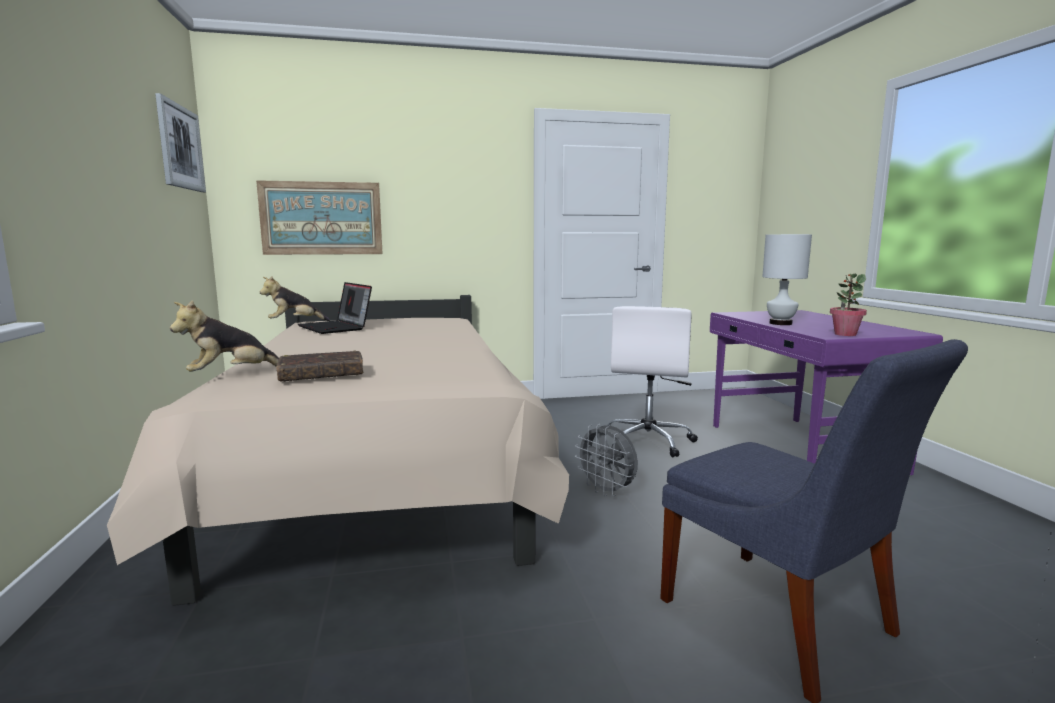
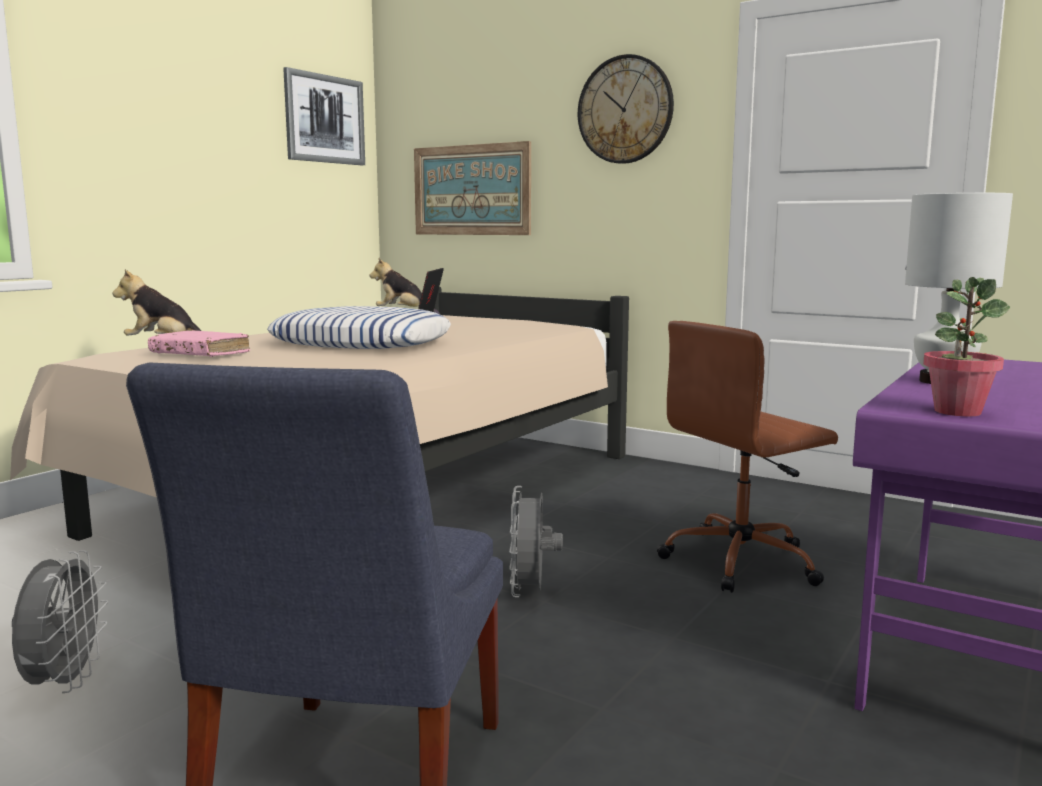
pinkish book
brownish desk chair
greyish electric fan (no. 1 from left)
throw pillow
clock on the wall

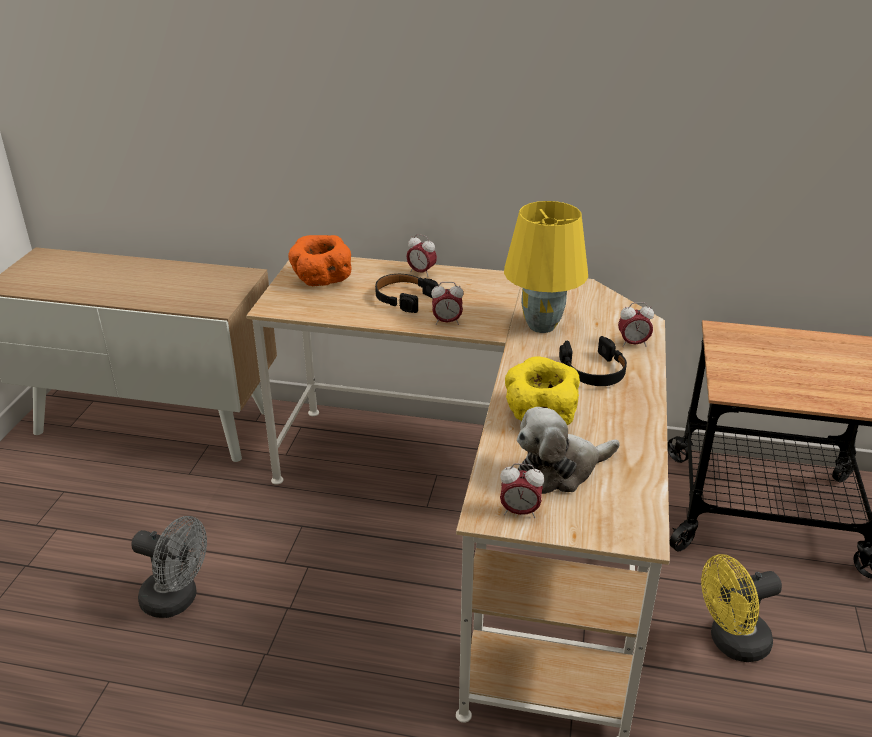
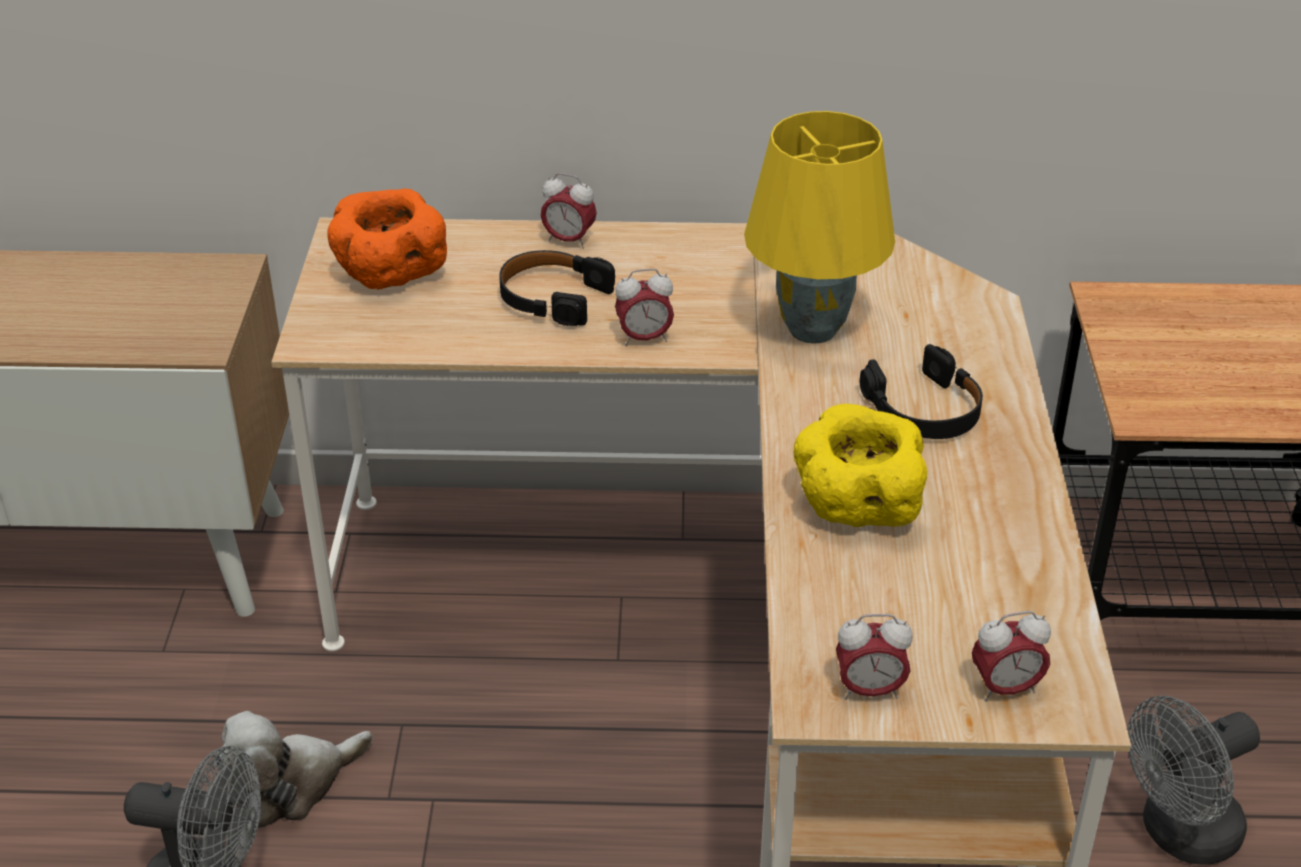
cuddly toy
alarm clock (no. 4 from left)
greyish electric fan (no. 2 from left)

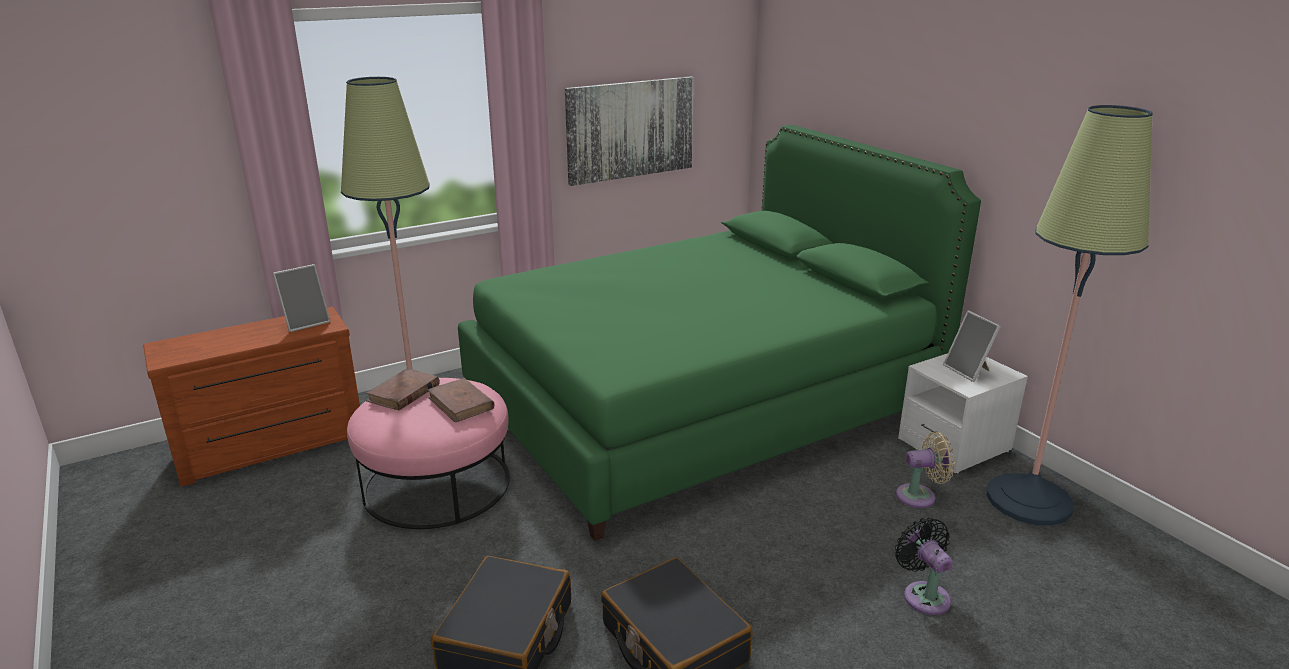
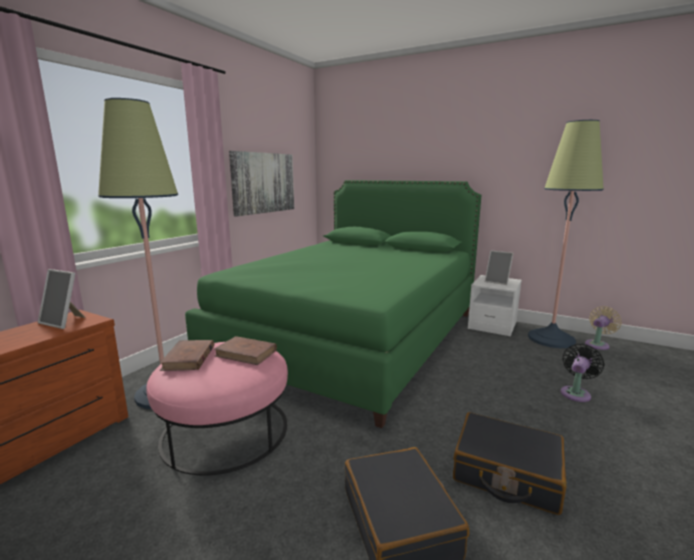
picture frame (no. 1 from left)
black electric fan
sand-coloured electric fan

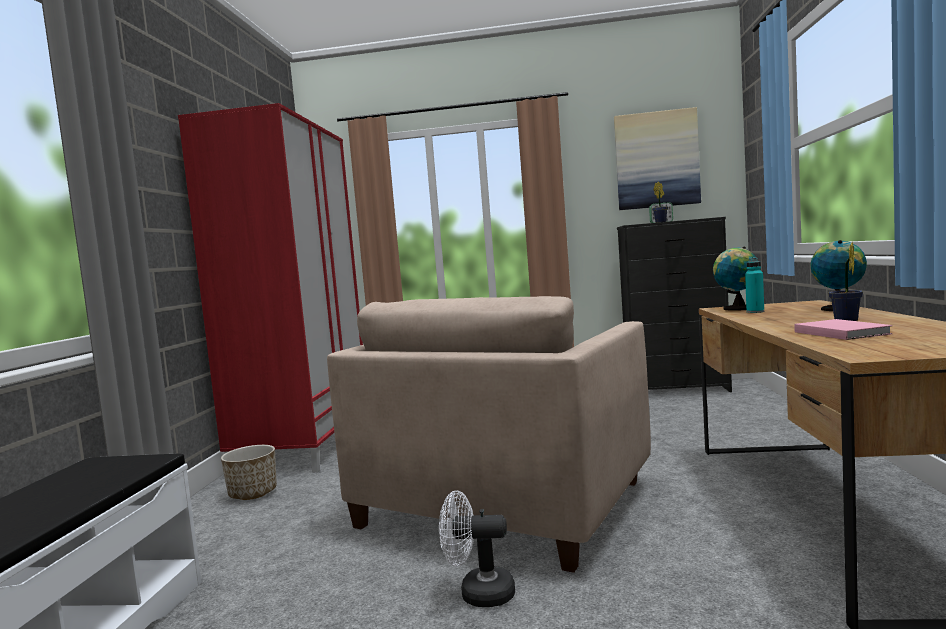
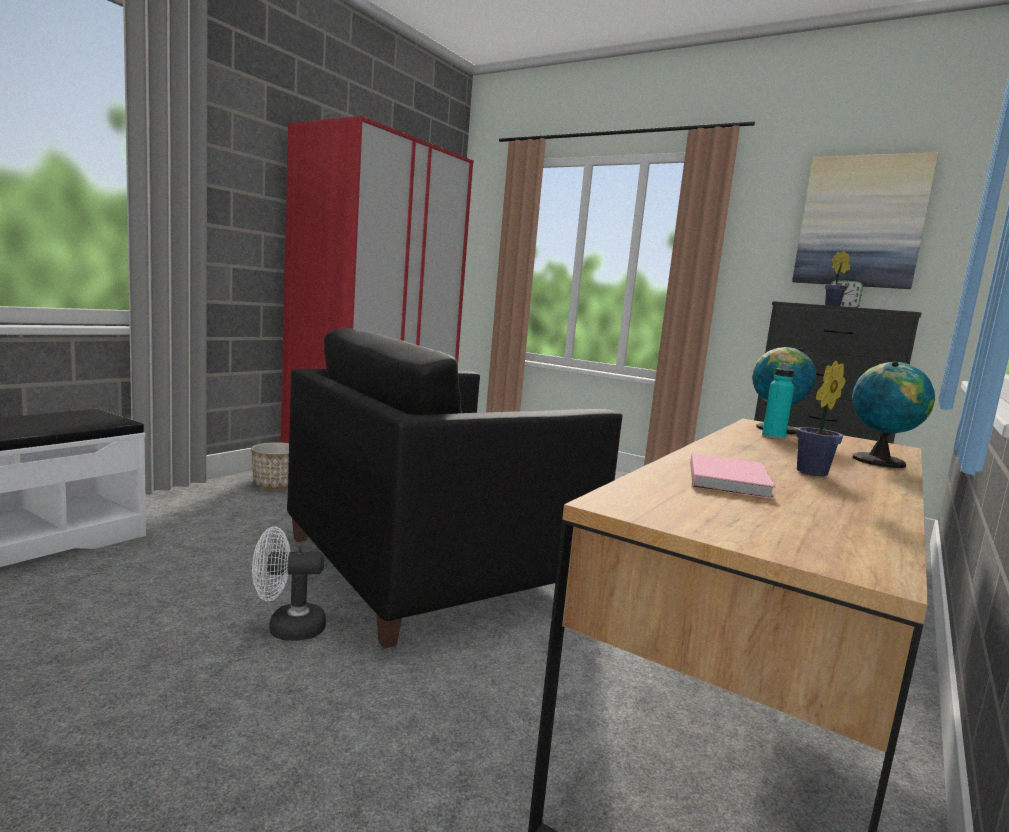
black lounge chair
whitish electric fan

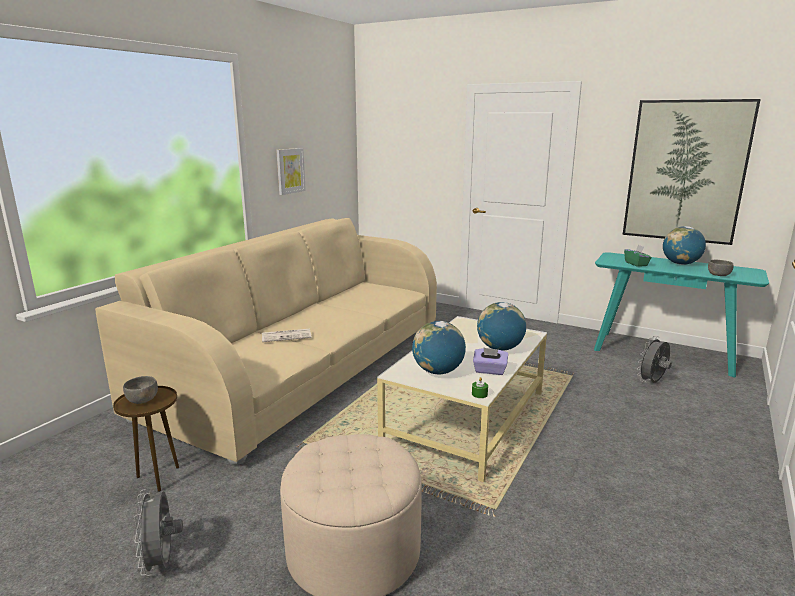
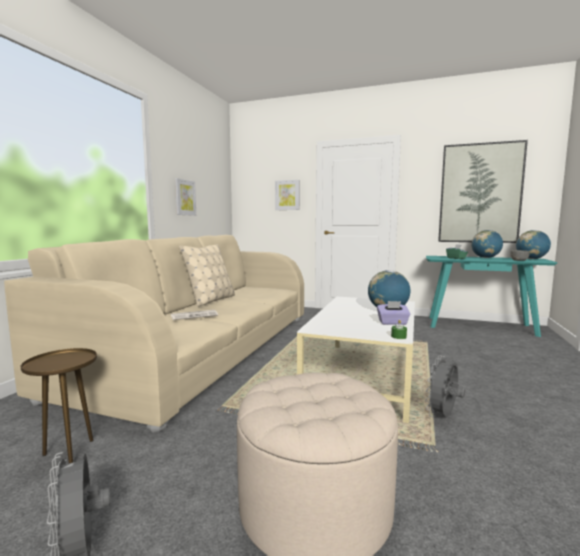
greyish serving bowl (no. 1 from left in the first image)
world globe (no. 3 from left)
greyish electric fan (no. 2 from left)
sand-coloured throw pillow
wall art (no. 2 from left)

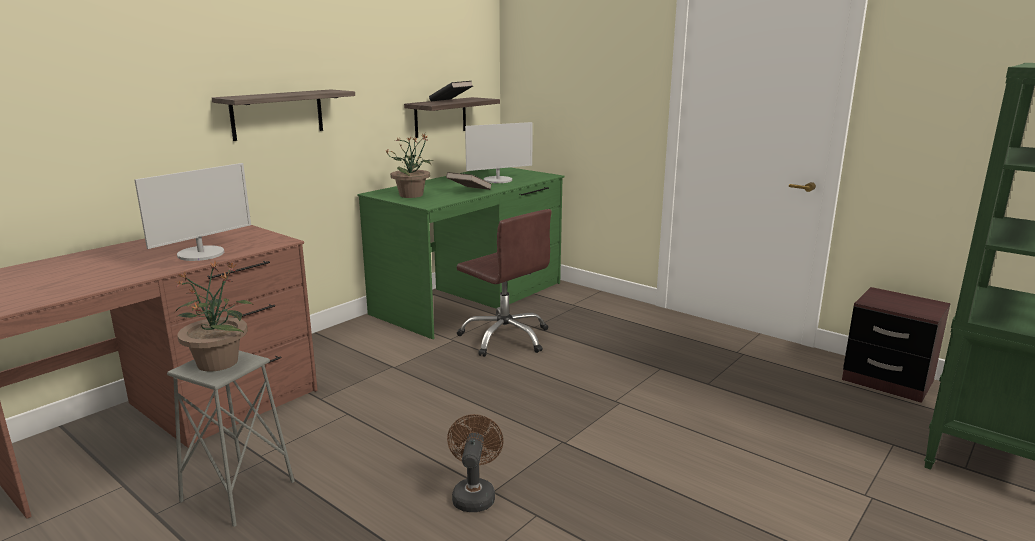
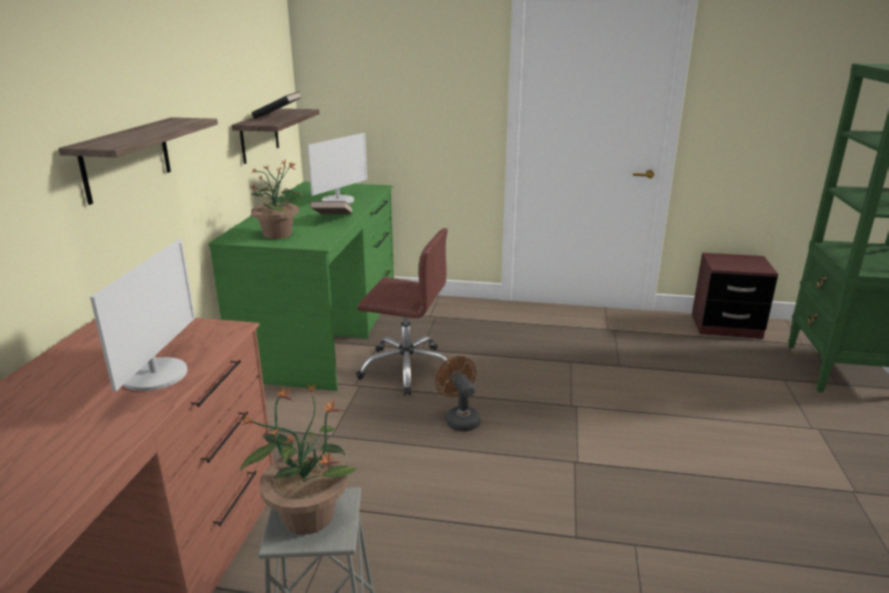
brownish electric fan

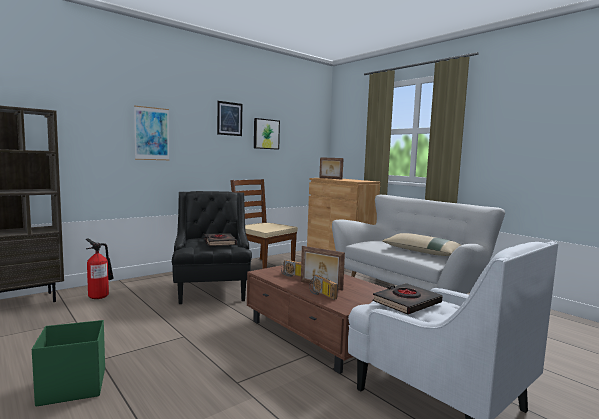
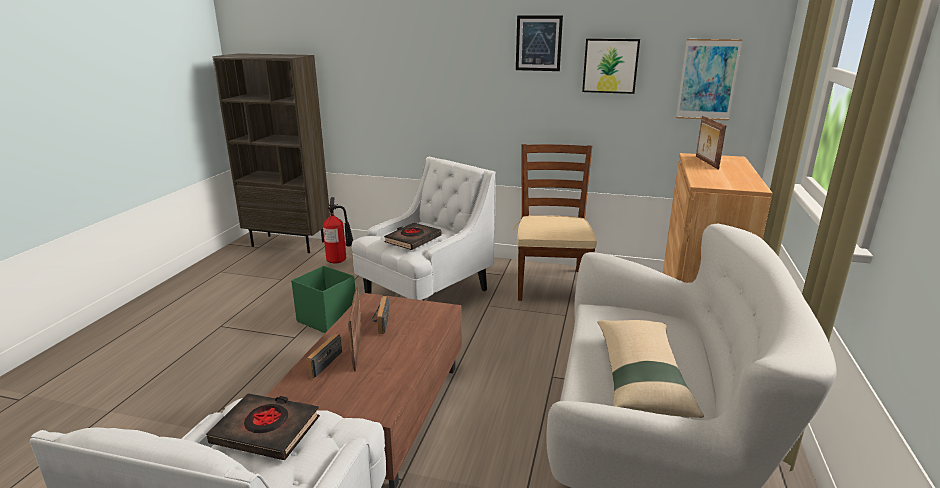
greenish storage container
wall art (no. 3 from left)
whitish lounge chair (no. 2 from left)

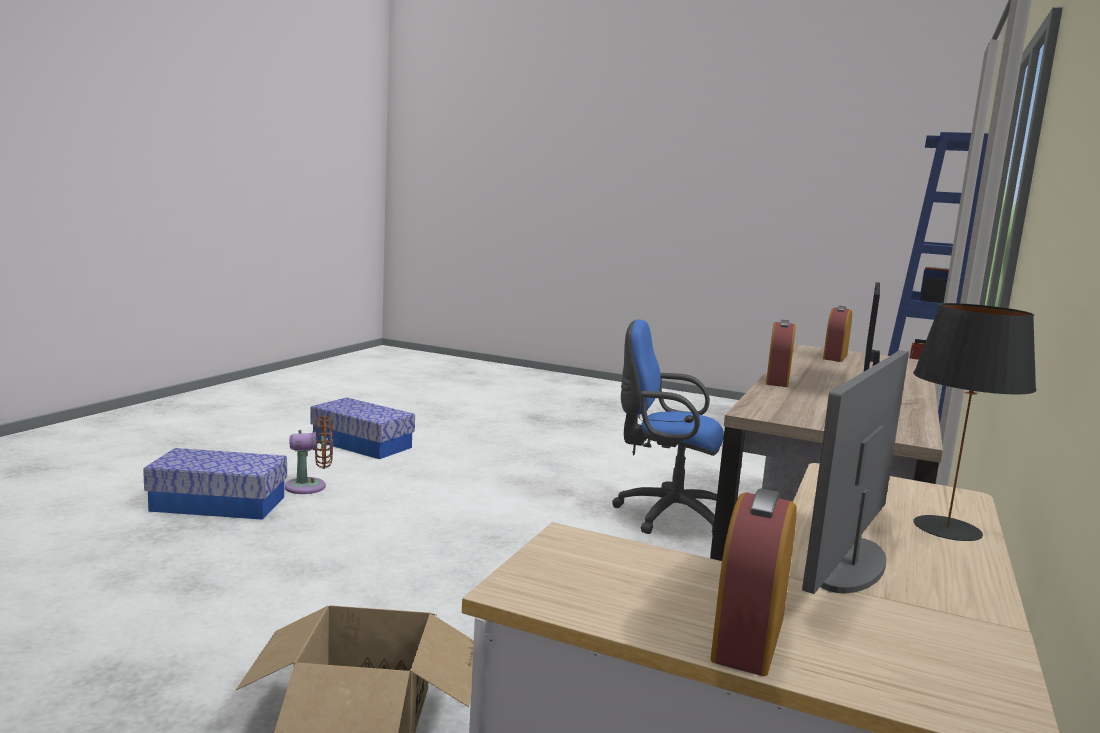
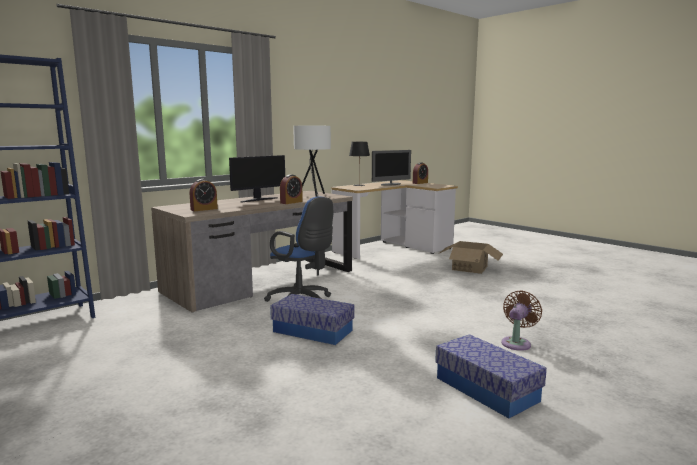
storage container (no. 1 from left)
brownish electric fan
whitish lamp for a table

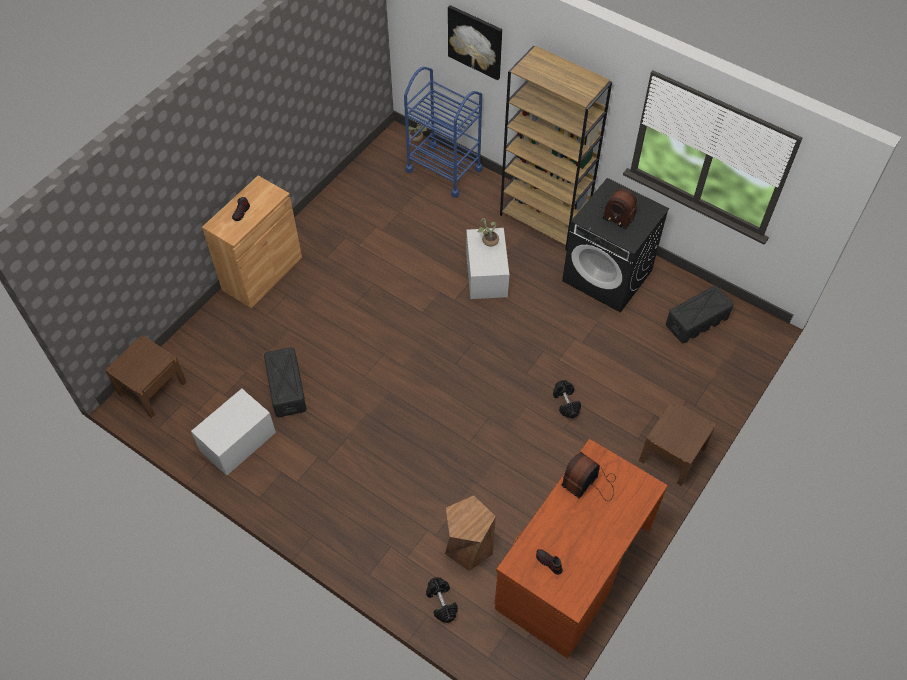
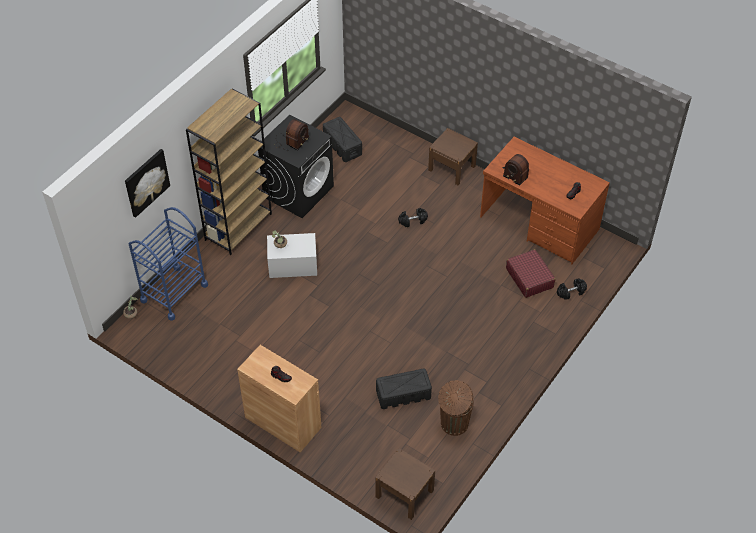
brownish rubbish bin
red suitcase

